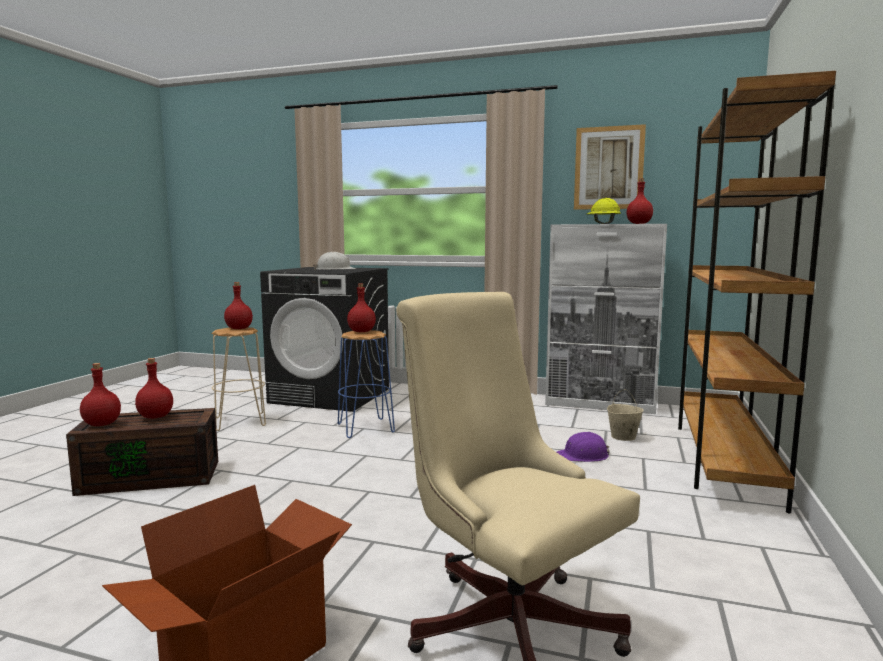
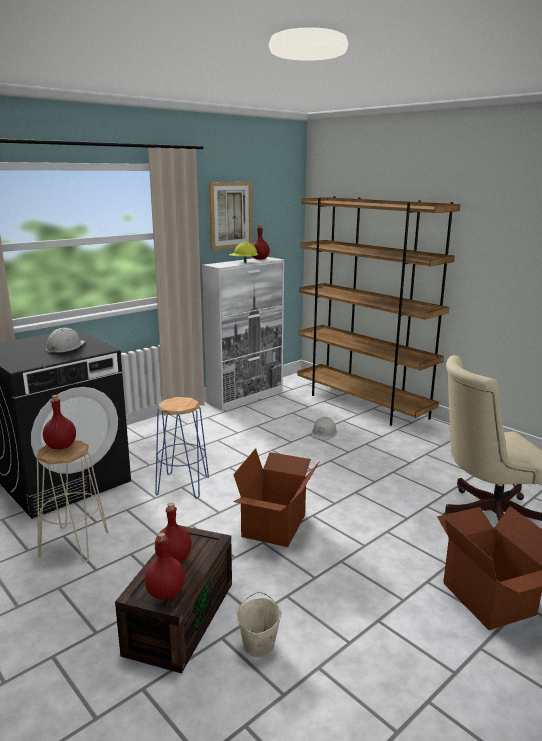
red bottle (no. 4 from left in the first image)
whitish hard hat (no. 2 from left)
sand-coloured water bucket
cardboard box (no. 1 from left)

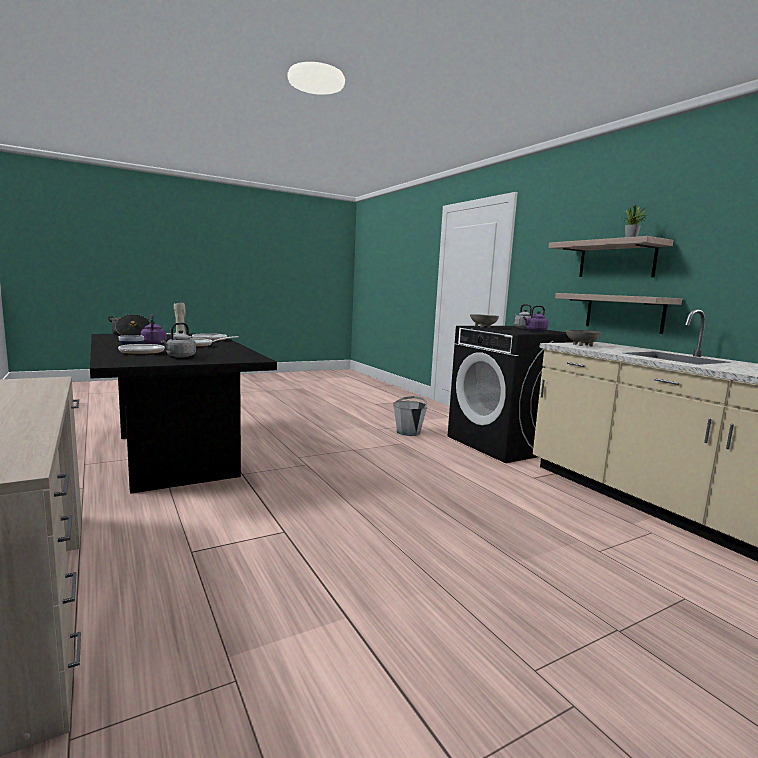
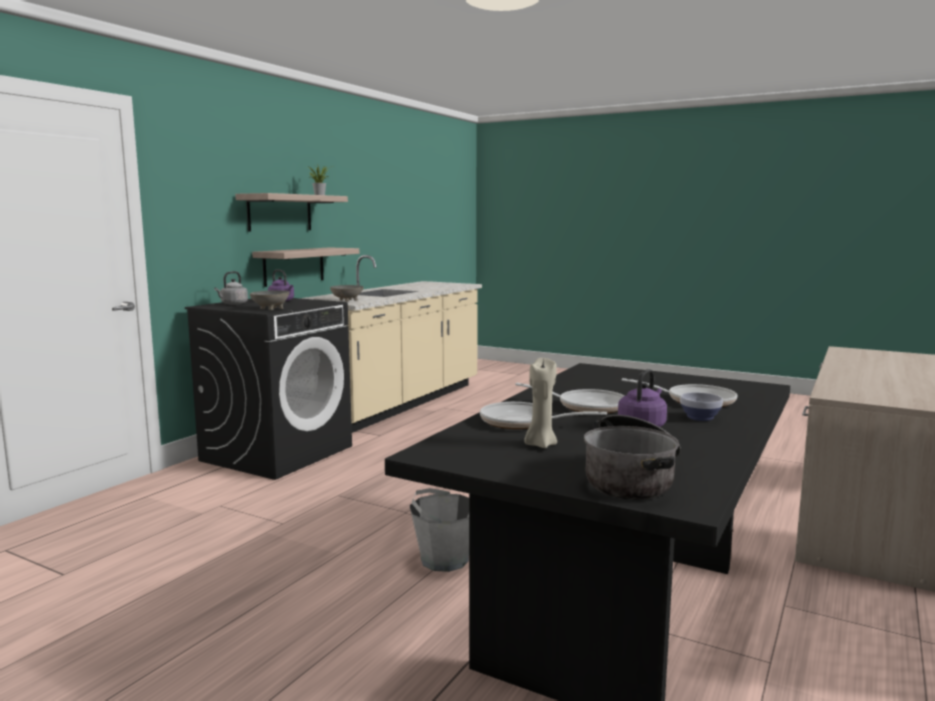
greyish water kettle (no. 1 from left in the first image)
greyish water bucket

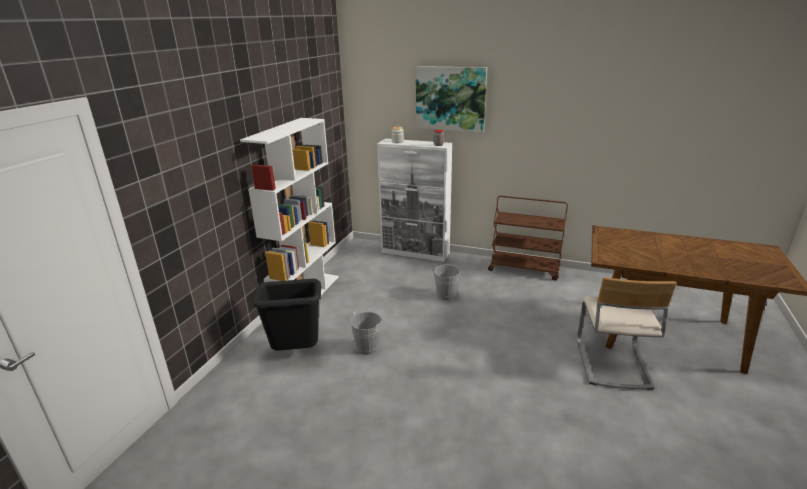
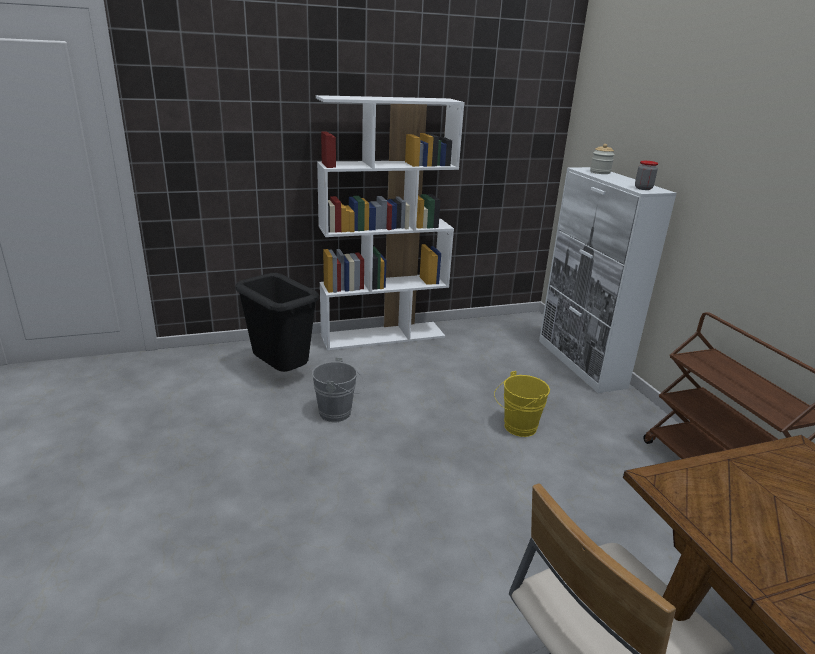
wall art
yellow water bucket

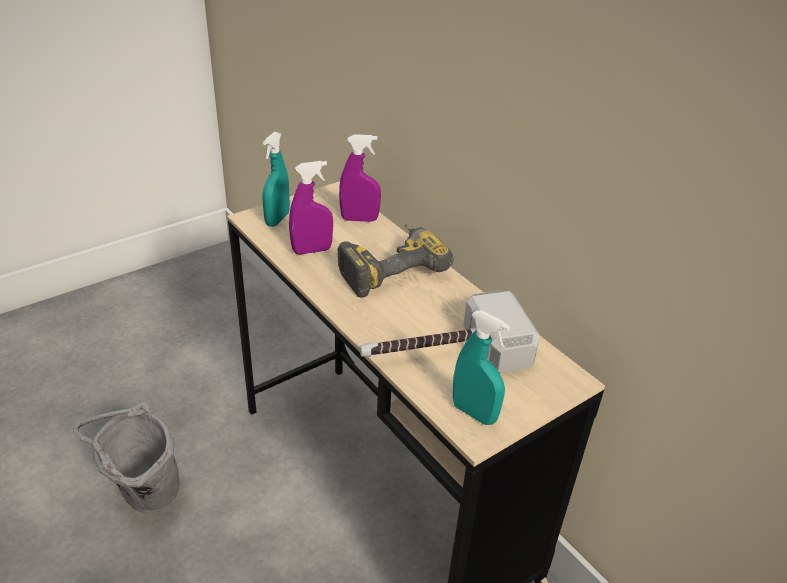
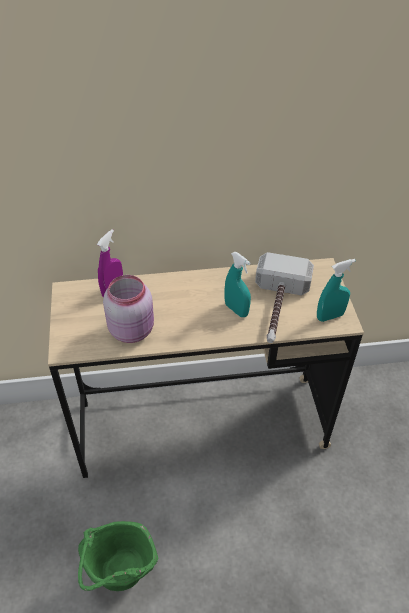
greenish water bucket
blue-green sprayer (no. 1 from left)
pinkish jar
electric drill

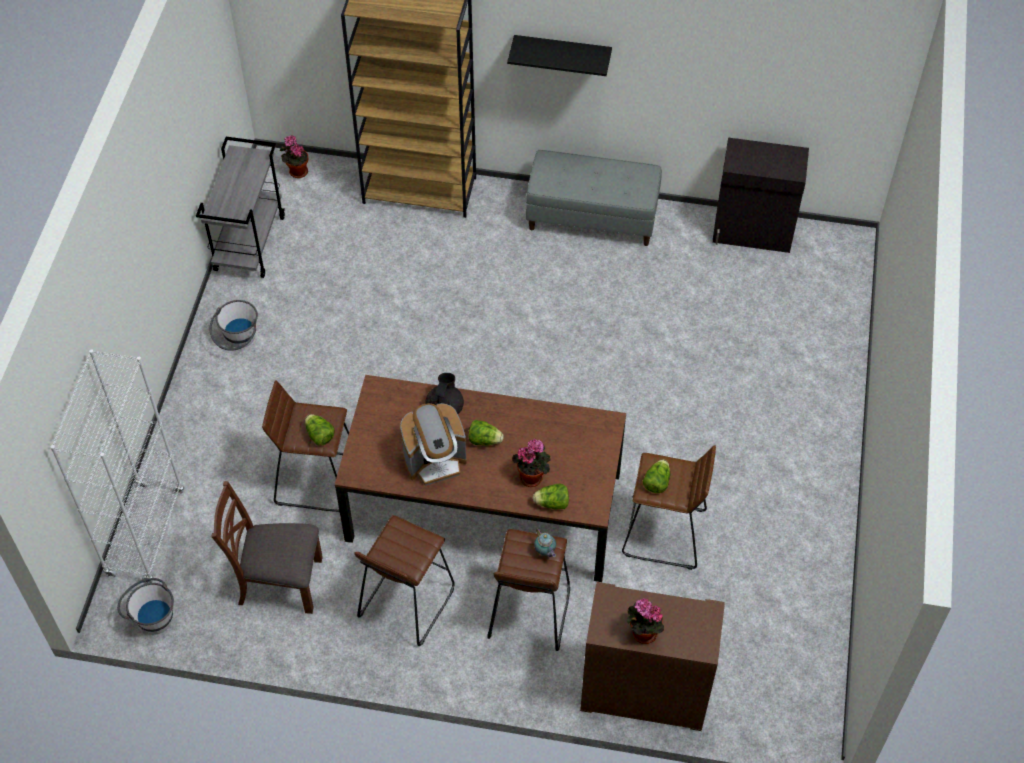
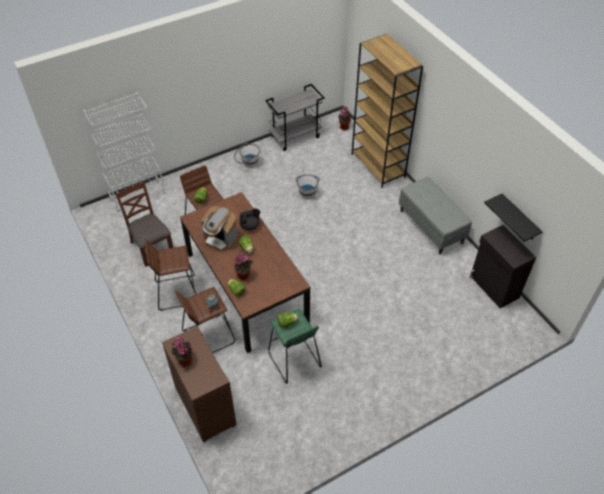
whitish water bucket (no. 2 from left)
black shelf
greenish stool

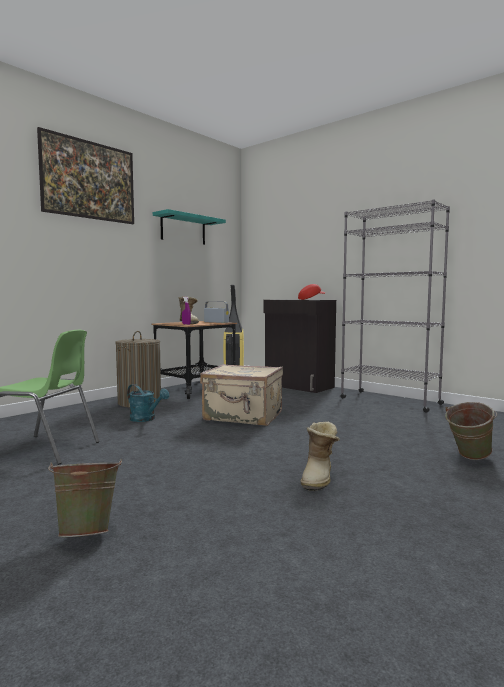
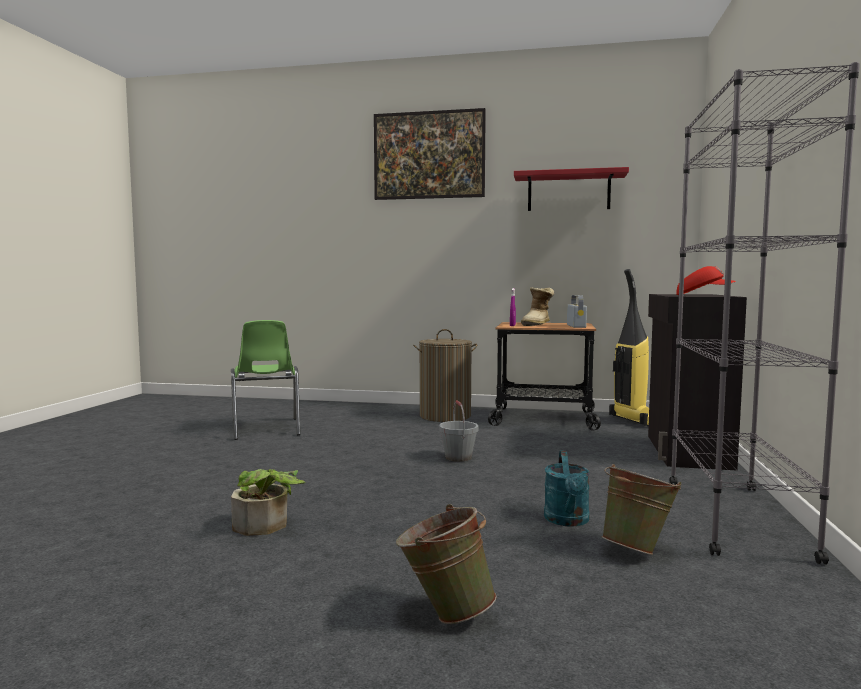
greenish water bucket (no. 2 from left)
blue-green sprinkling can
red shelf
greyish water bucket
plant in a pot

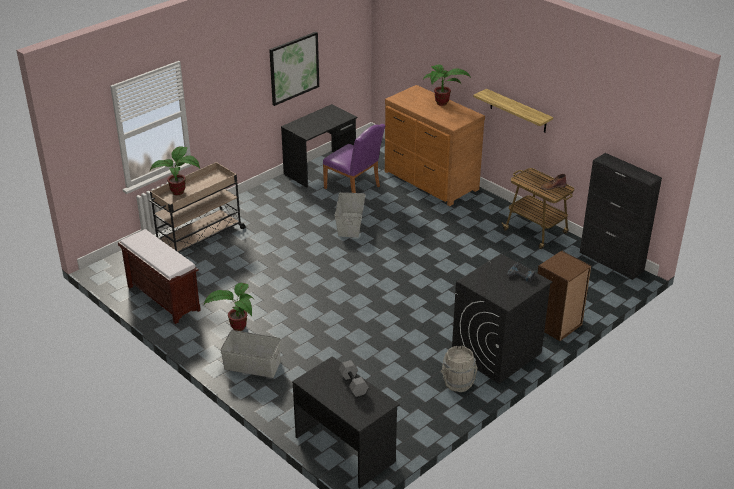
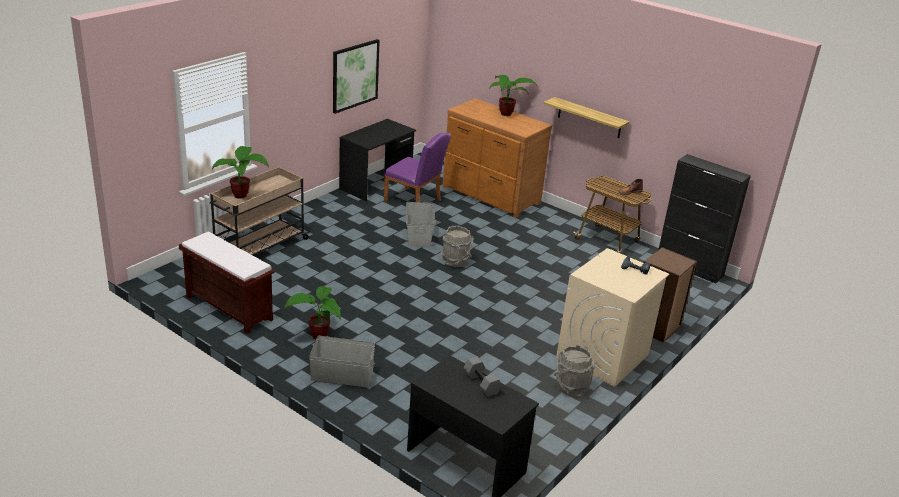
sand-coloured washing machine
greyish water bucket (no. 1 from left)

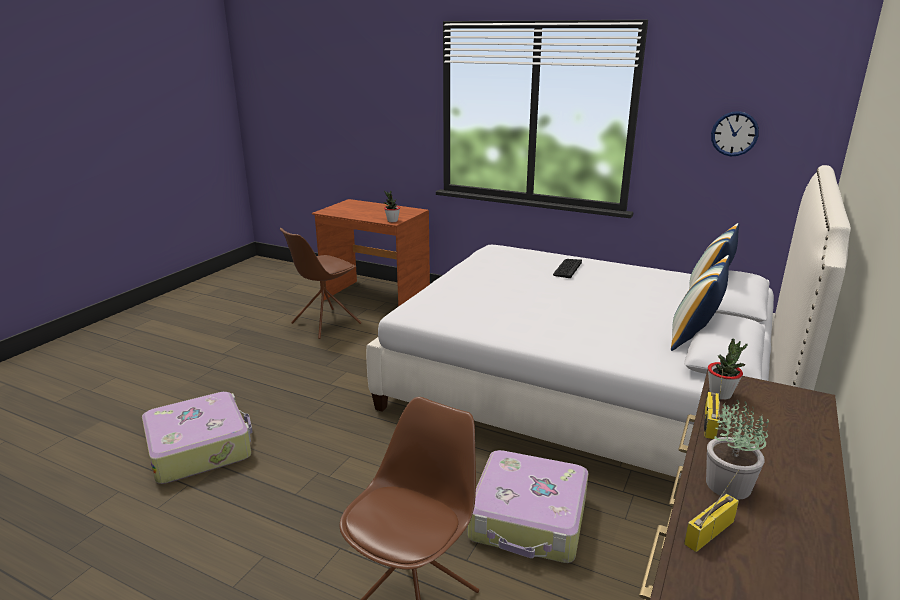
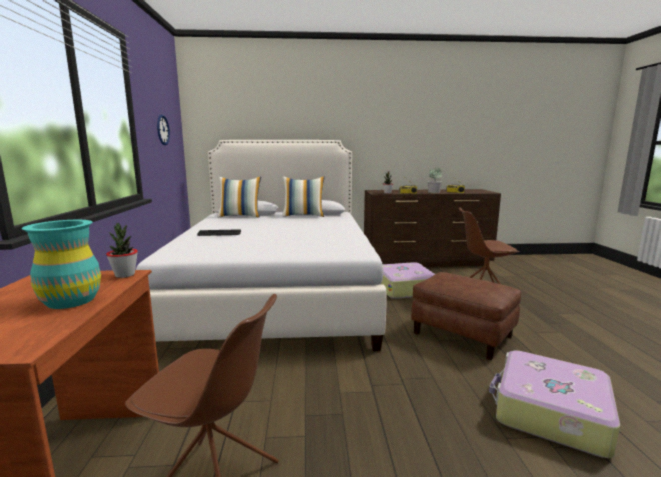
blue-green flower vase
brownish ottoman

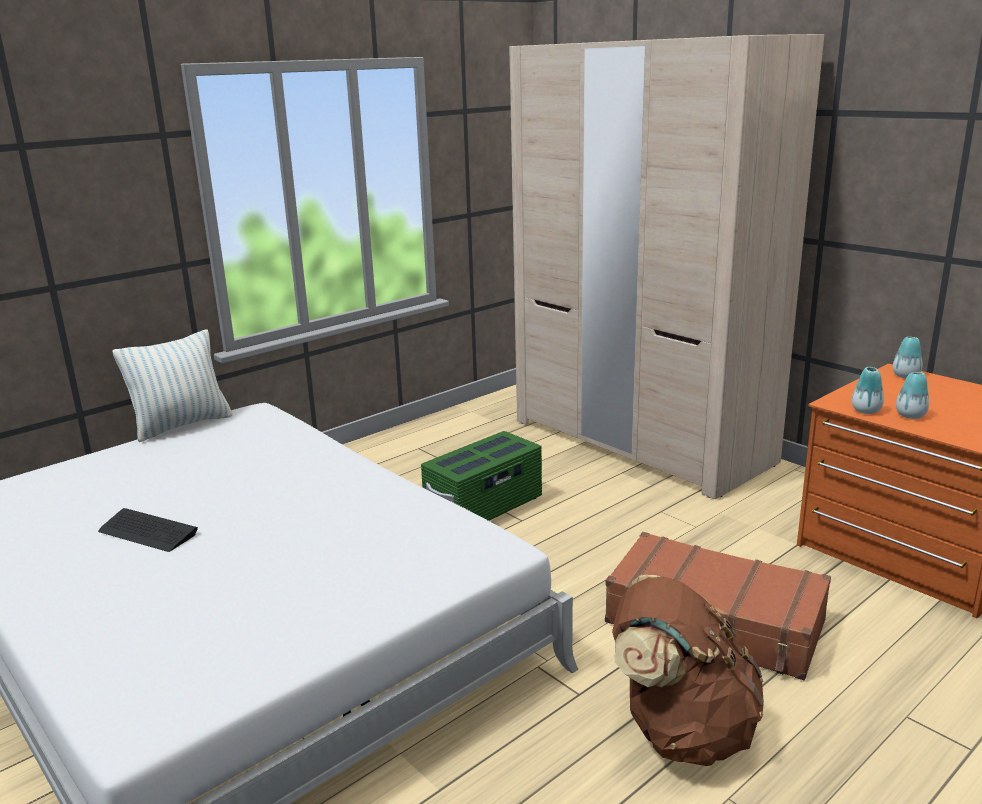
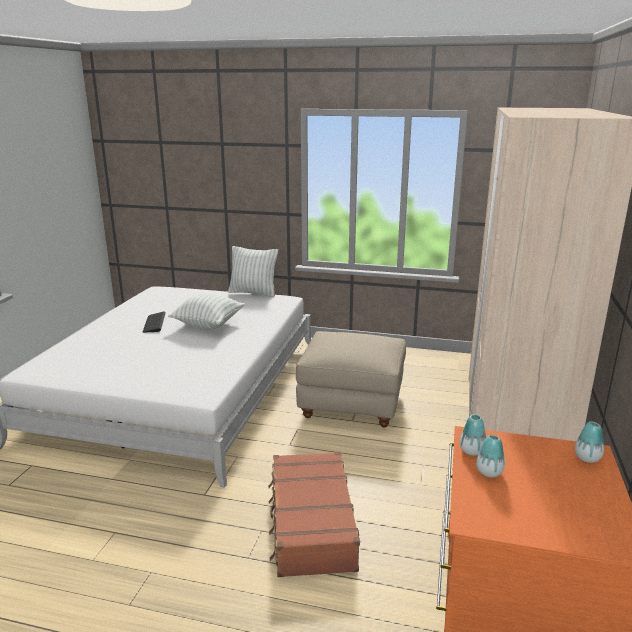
sand-coloured ottoman
brownish backpack
throw pillow (no. 1 from left)

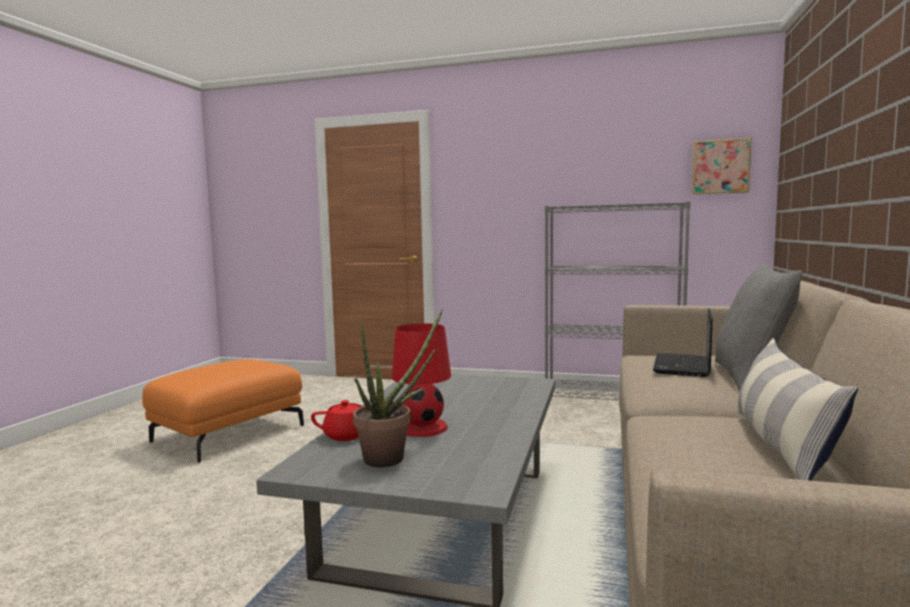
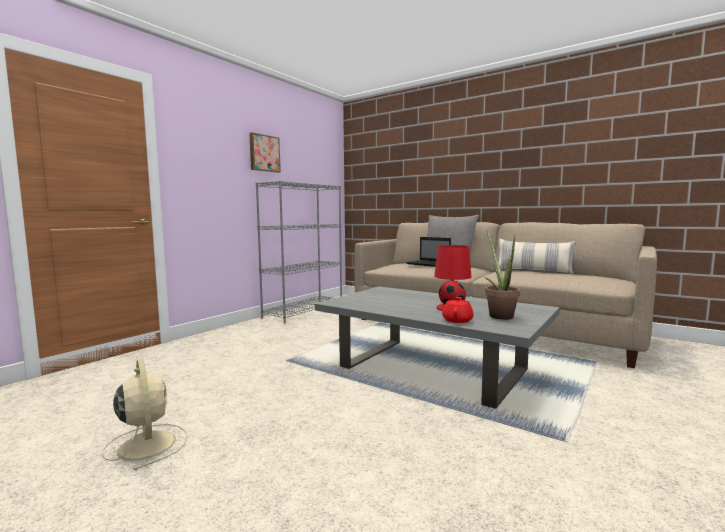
sand-coloured electric fan
wall art

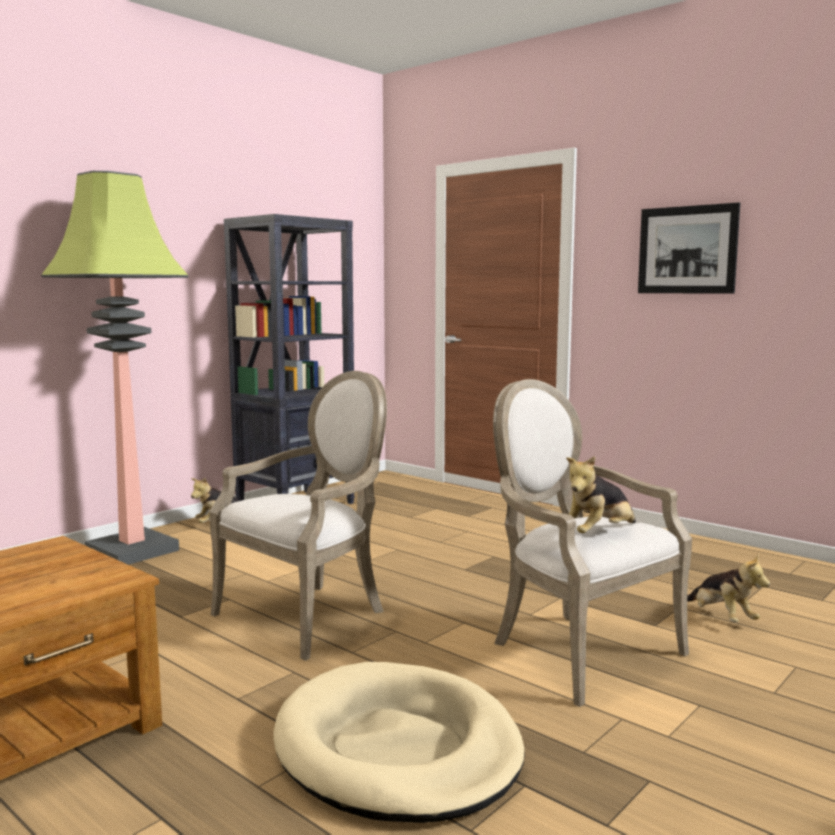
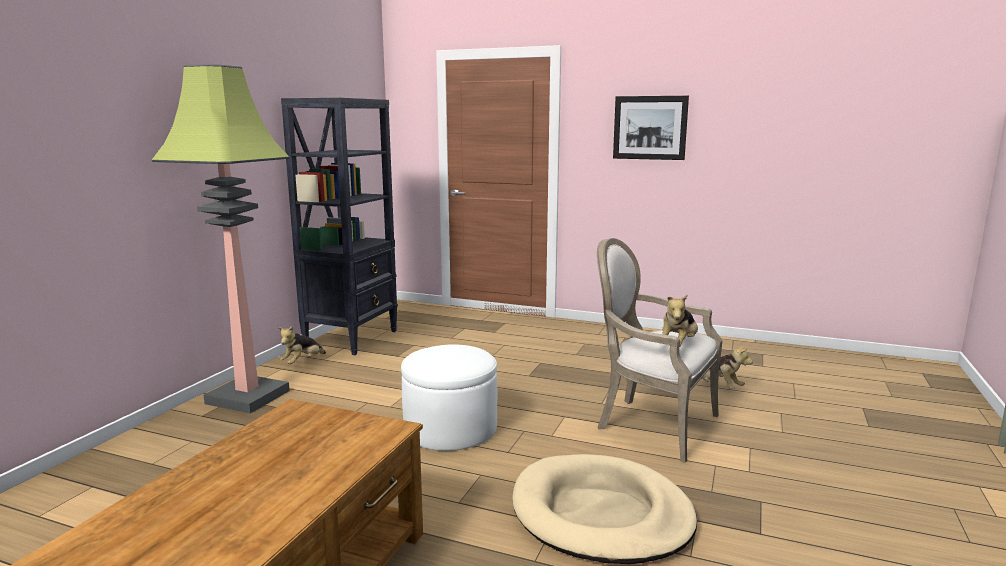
whitish ottoman

